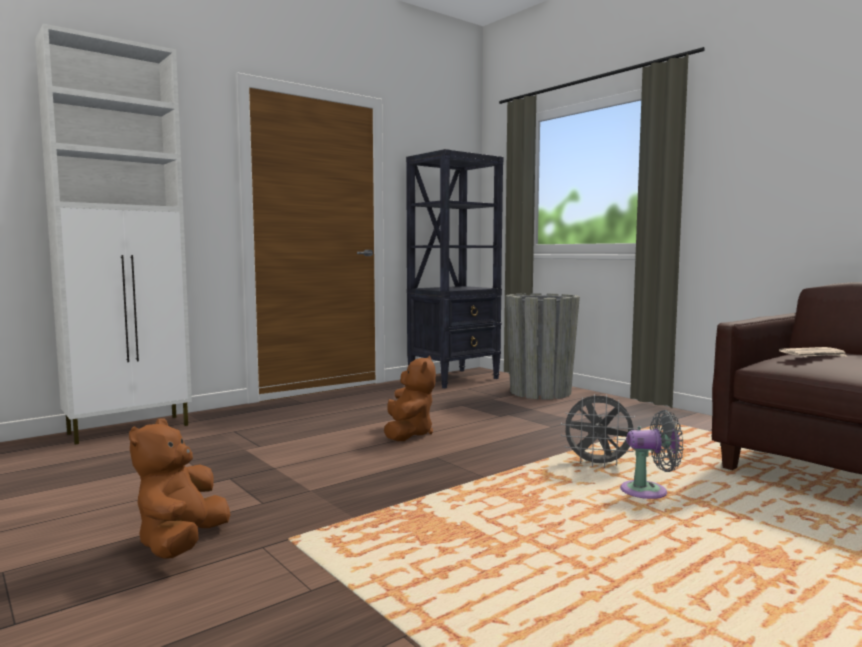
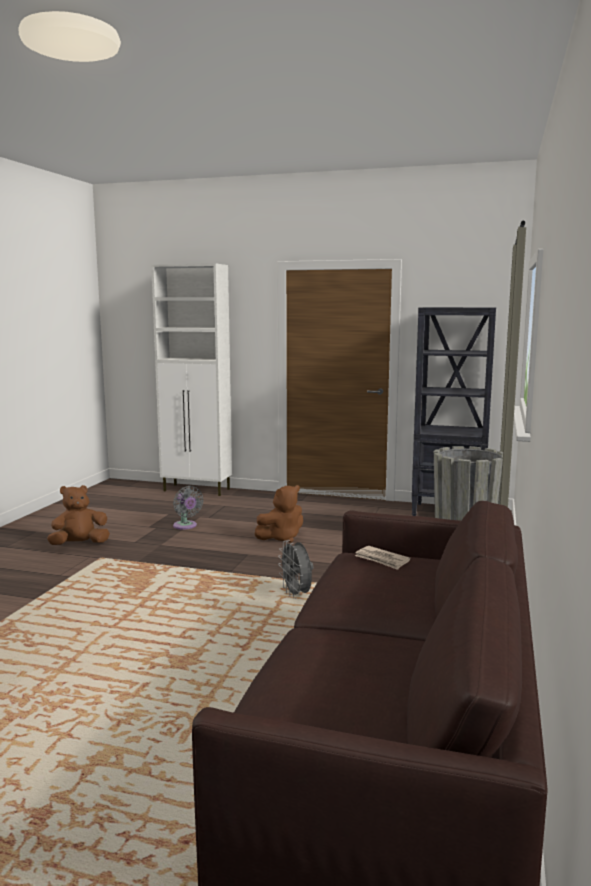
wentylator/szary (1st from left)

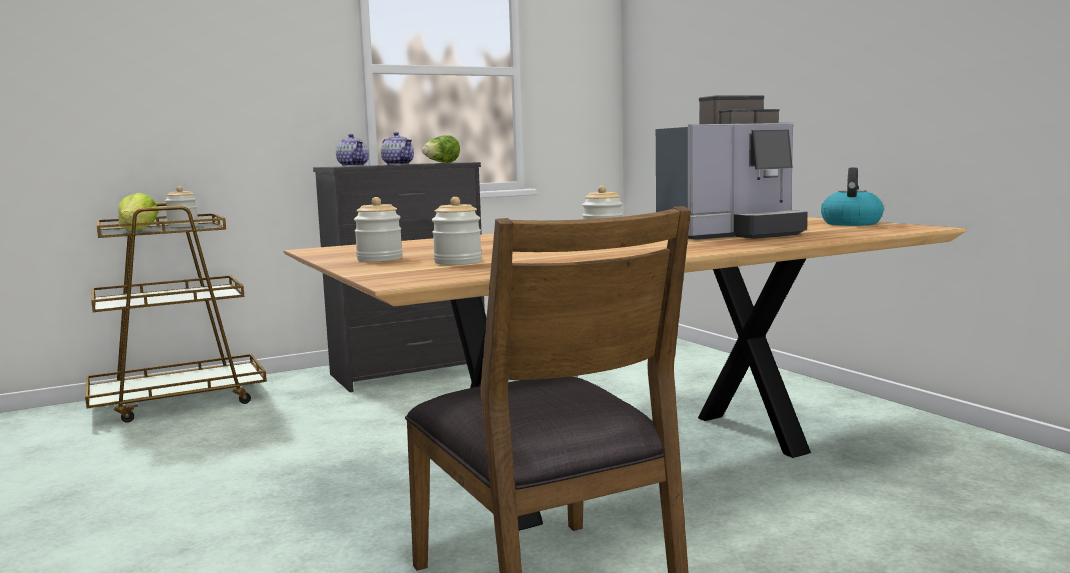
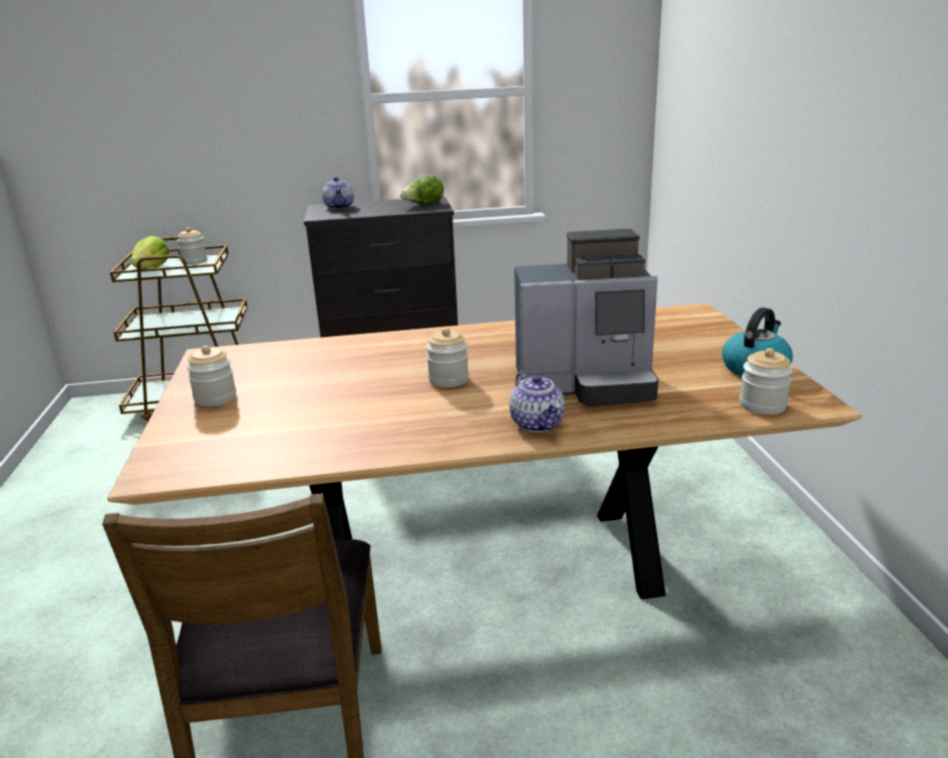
imbryk (2nd from left); słoik (4th from left)

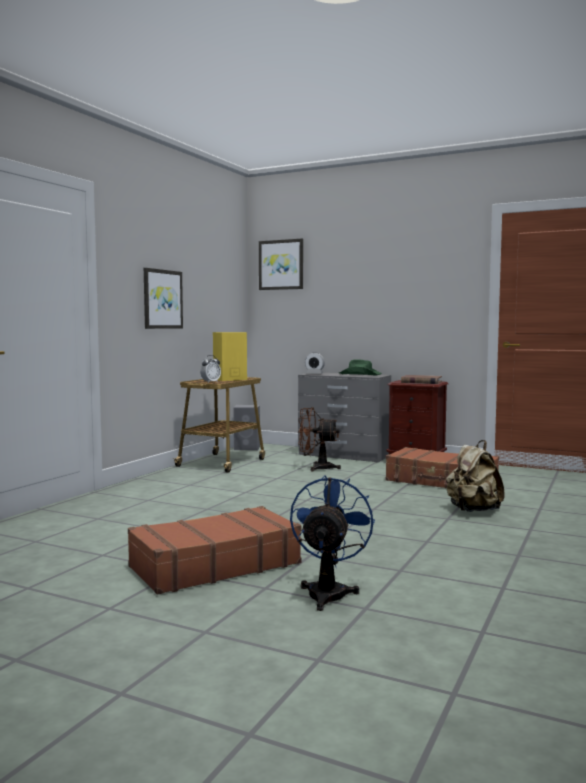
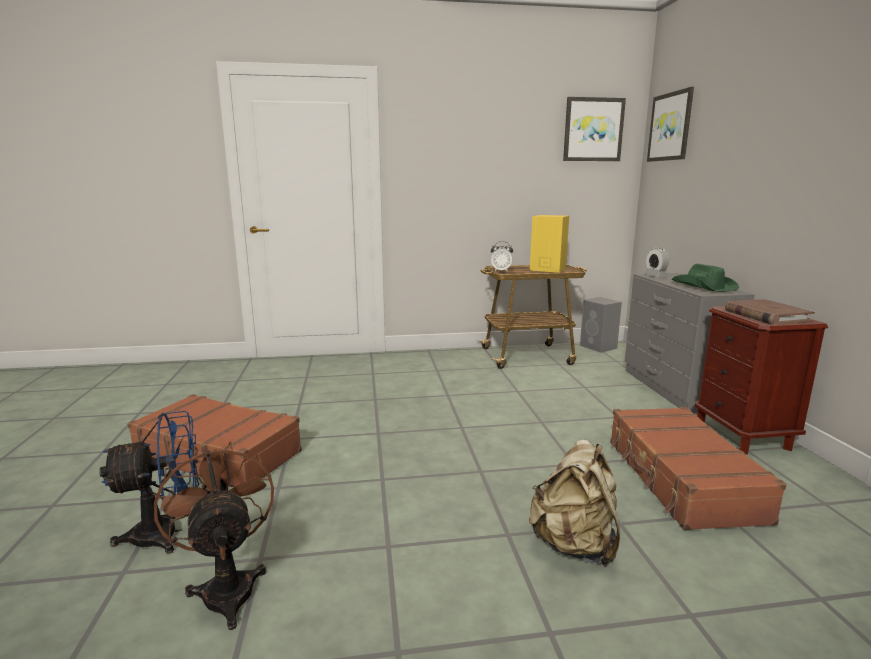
obraz (1st from left); wentylator/brązowy

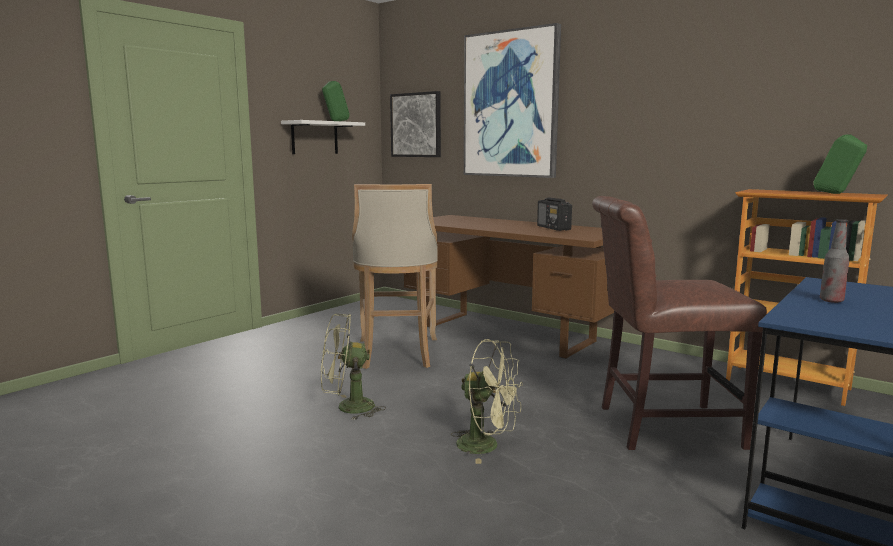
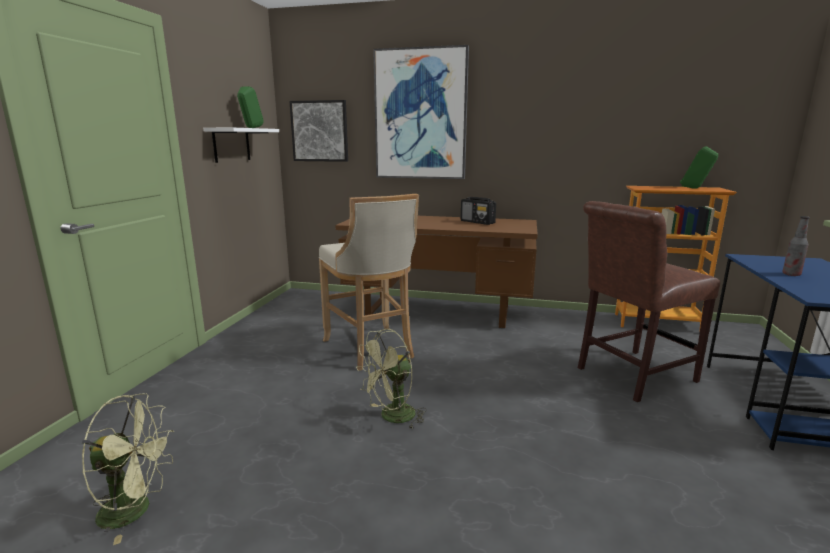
wentylator/zielony (1st from left)

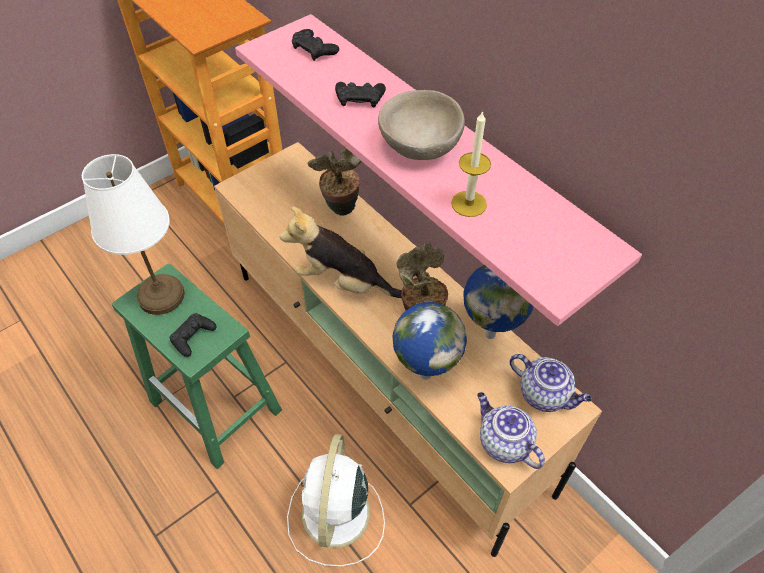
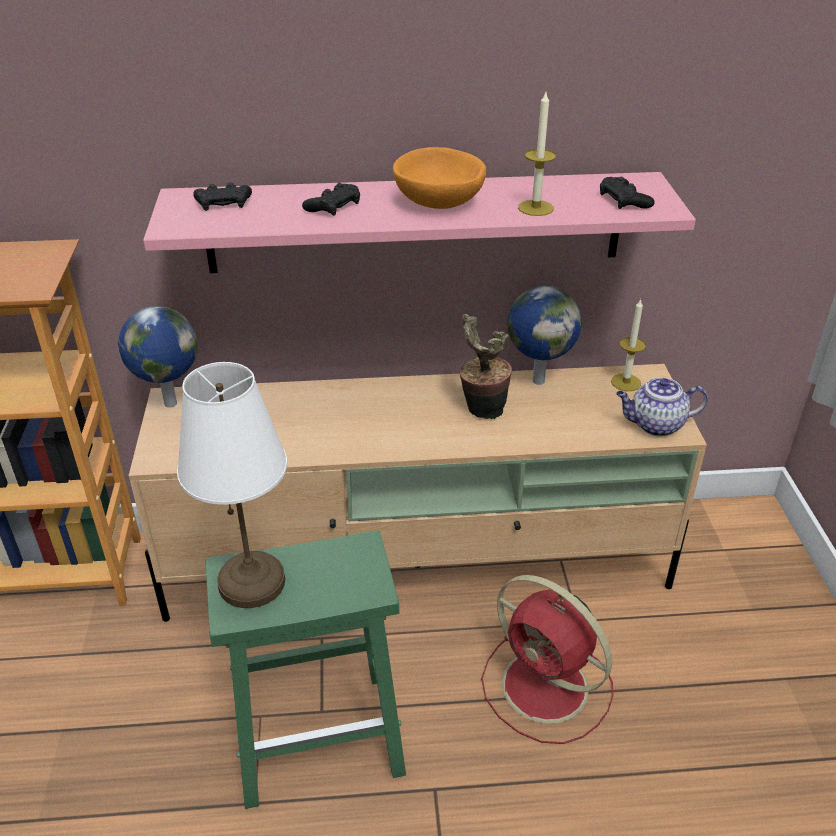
pluszak; roślina doniczkowa (1st from left in the first image); pad do gier/czarny (3rd from left); globus (1st from left); świeca (2nd from left); wentylator/czerwony; miska/pomarańczowy

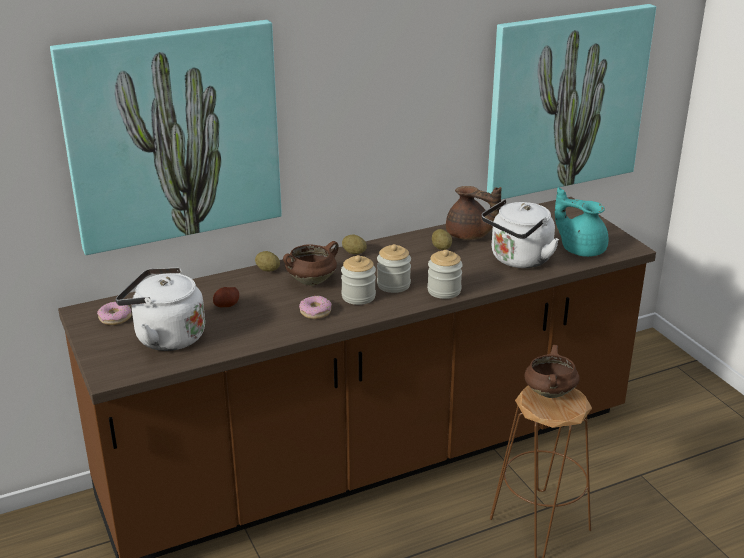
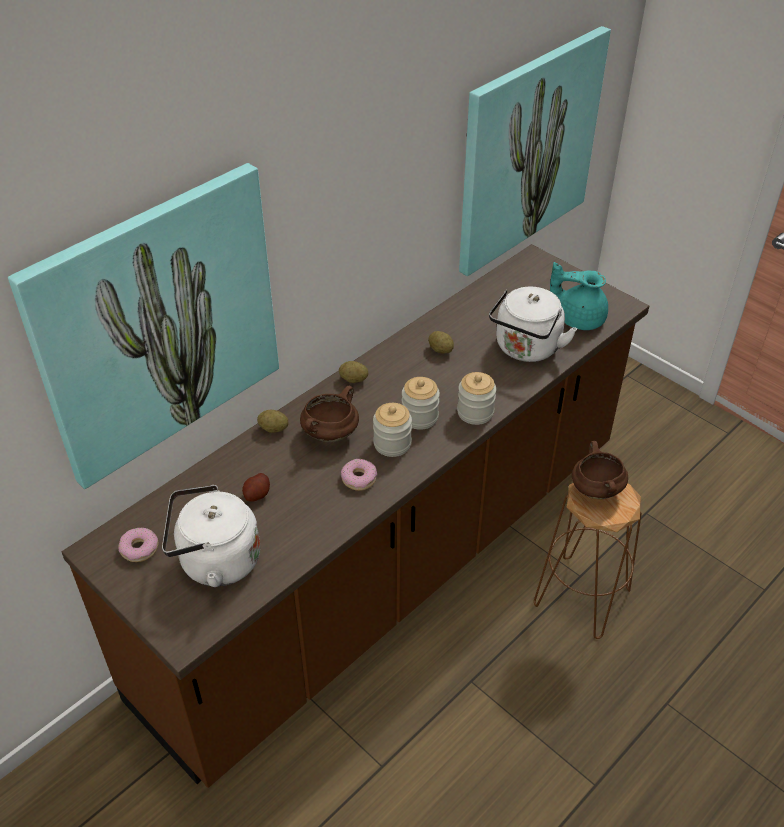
imbryk/brązowy

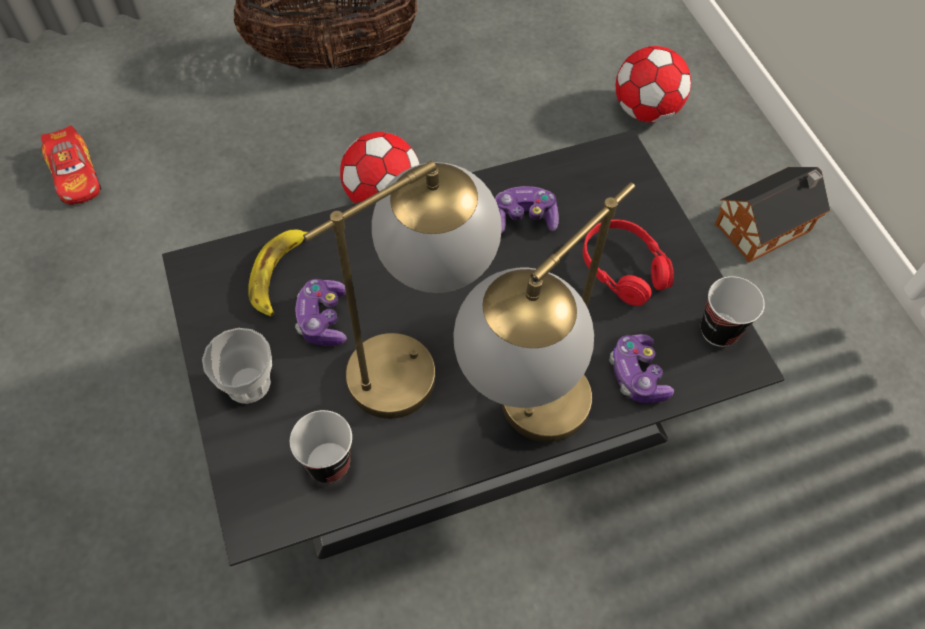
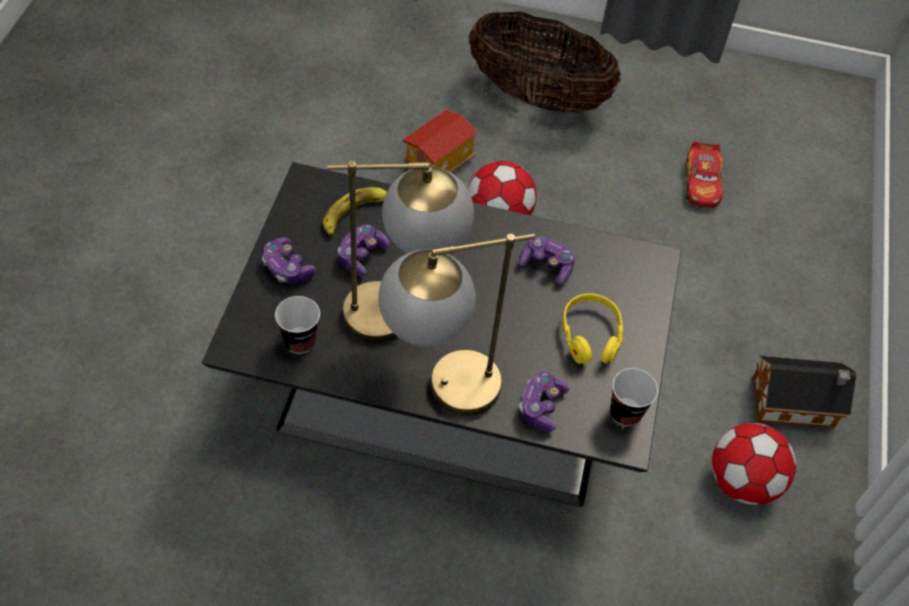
domek (1st from left); samochodzik; piłka futbolowa (2nd from left); pad do gier (1st from left); słuchawki/żółty

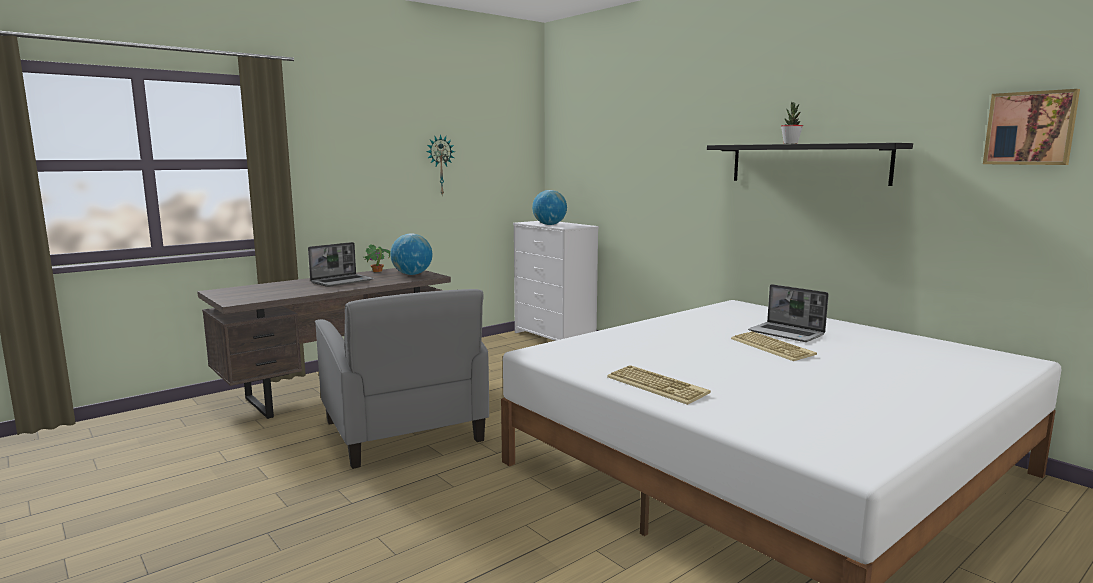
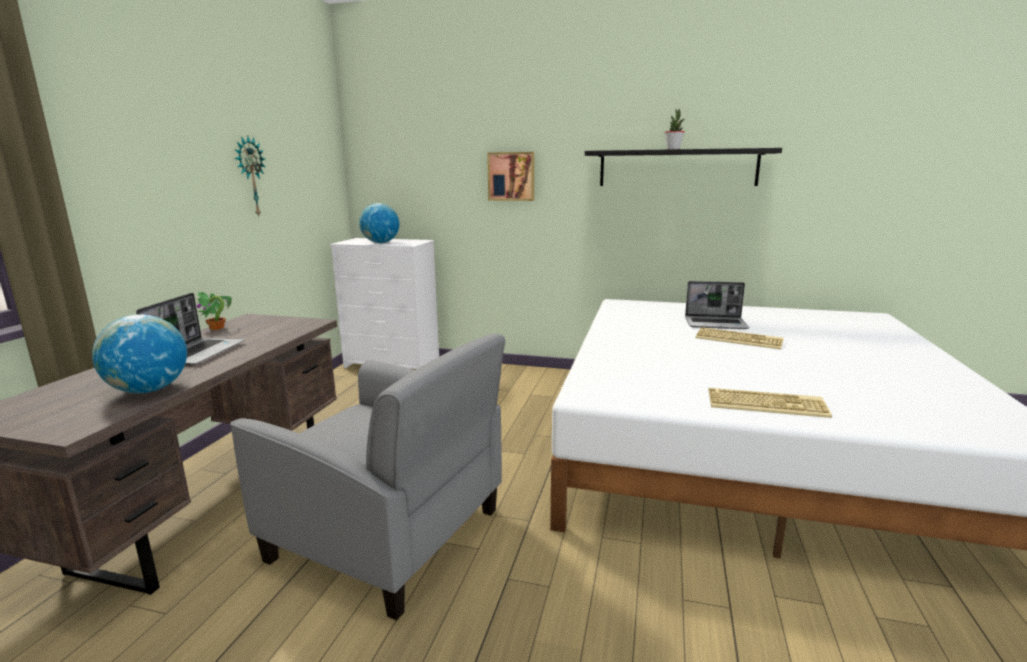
globus (1st from left); obraz

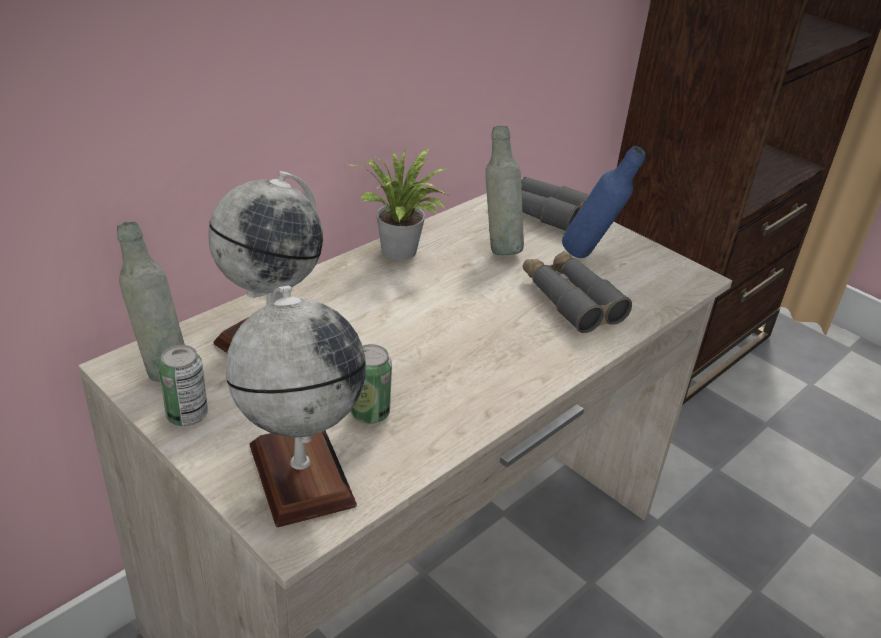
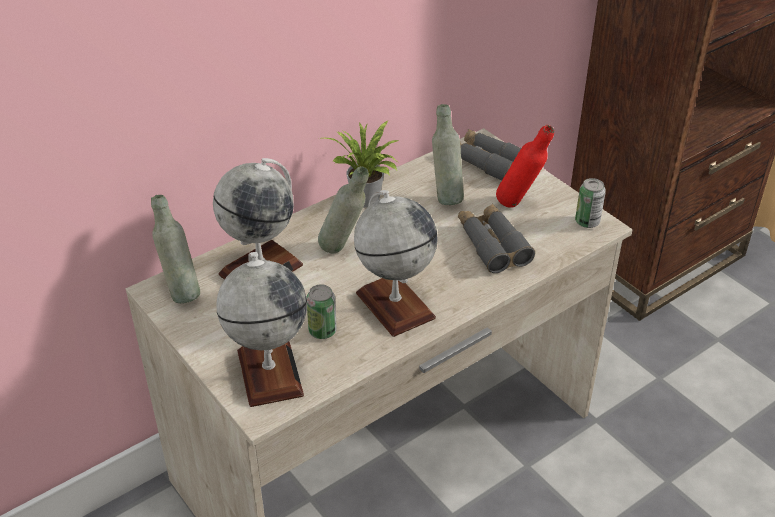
butelka/szary (2nd from left); globus (3rd from left); puszka (2nd from left); butelka/czerwony

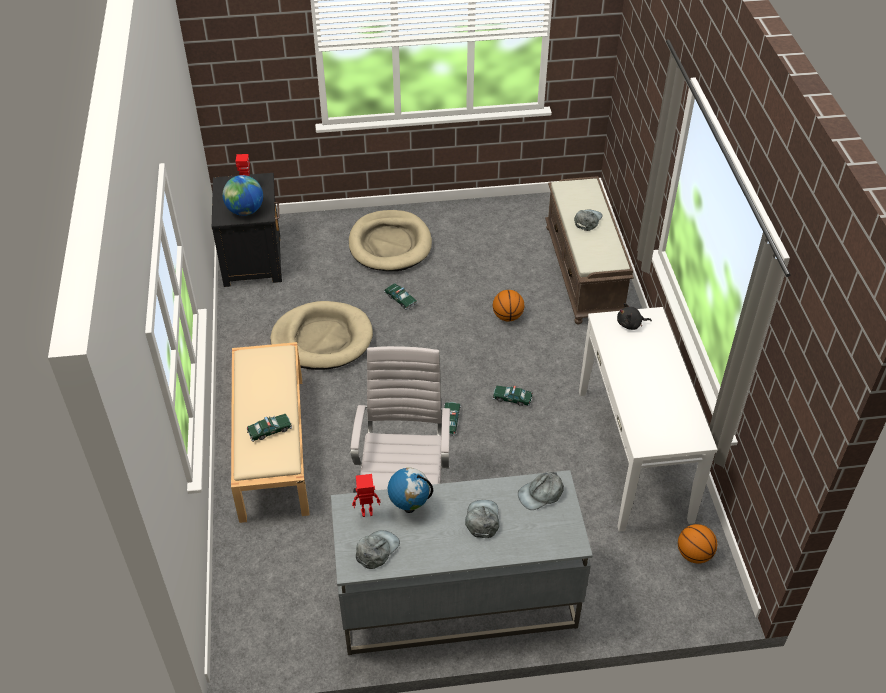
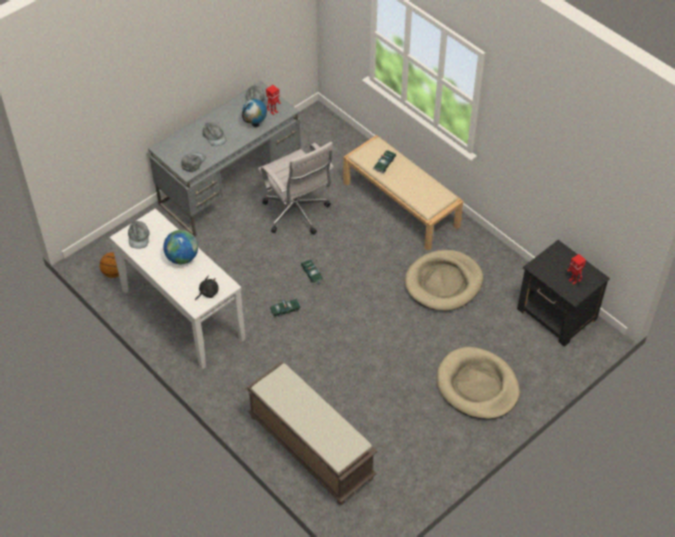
samochodzik (2nd from left in the first image); piłka do koszykówki (1st from left in the first image); globus (1st from left); czapka z daszkiem/szary (1st from left)

